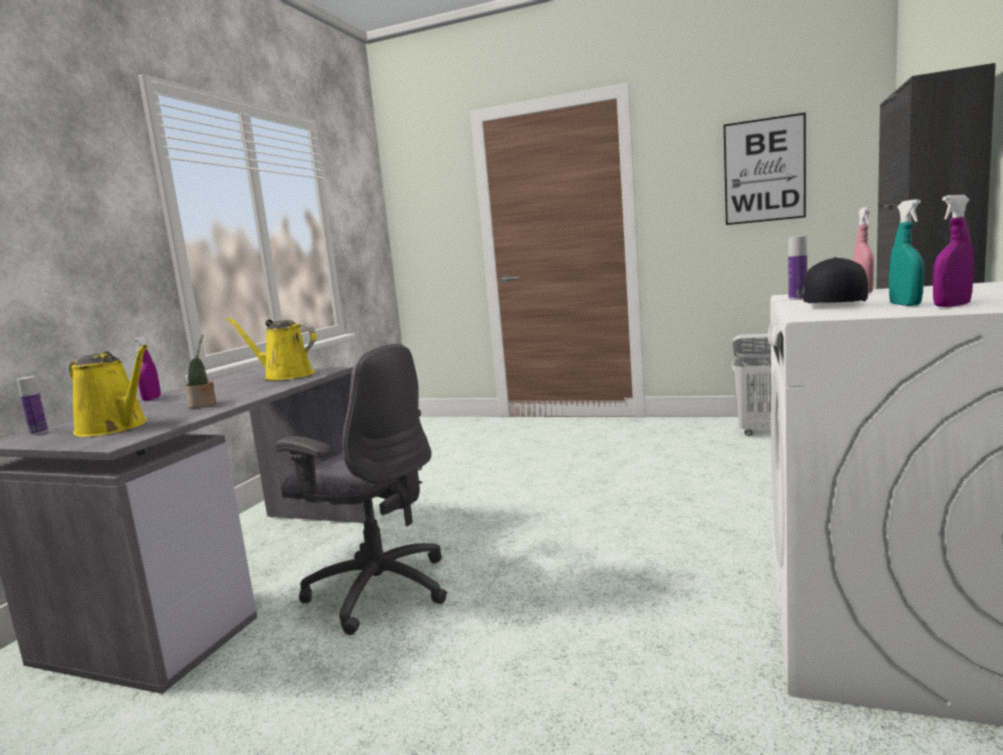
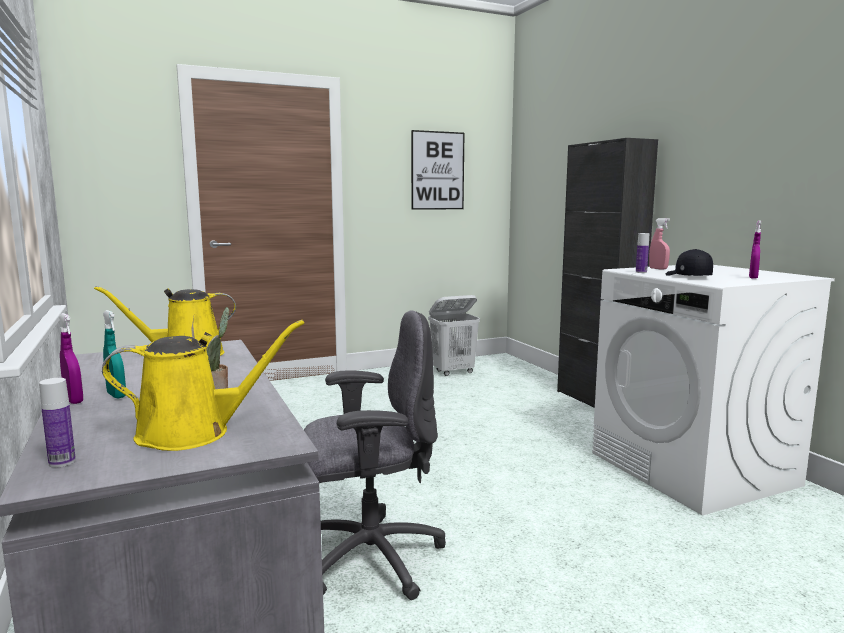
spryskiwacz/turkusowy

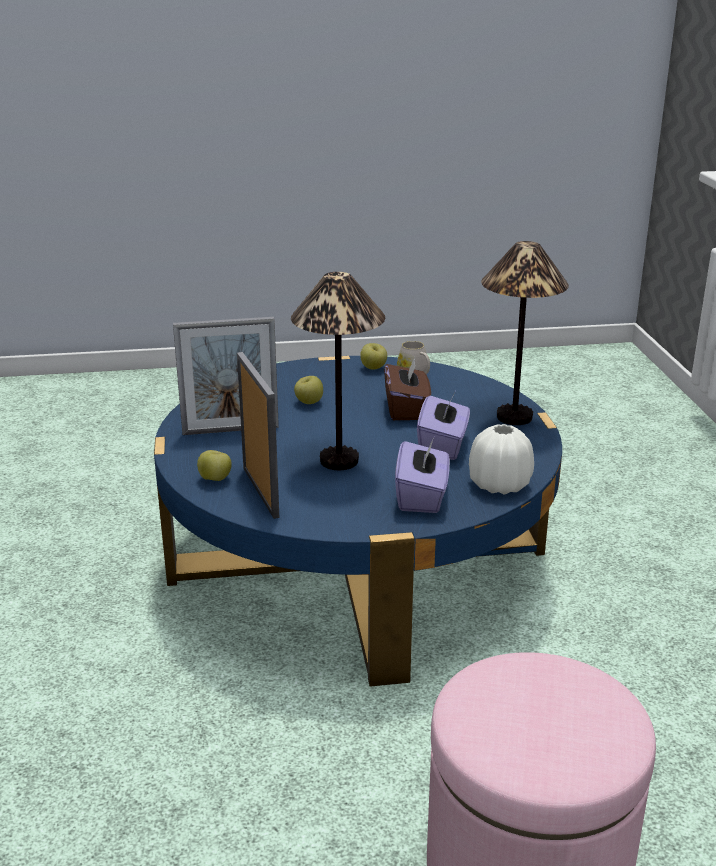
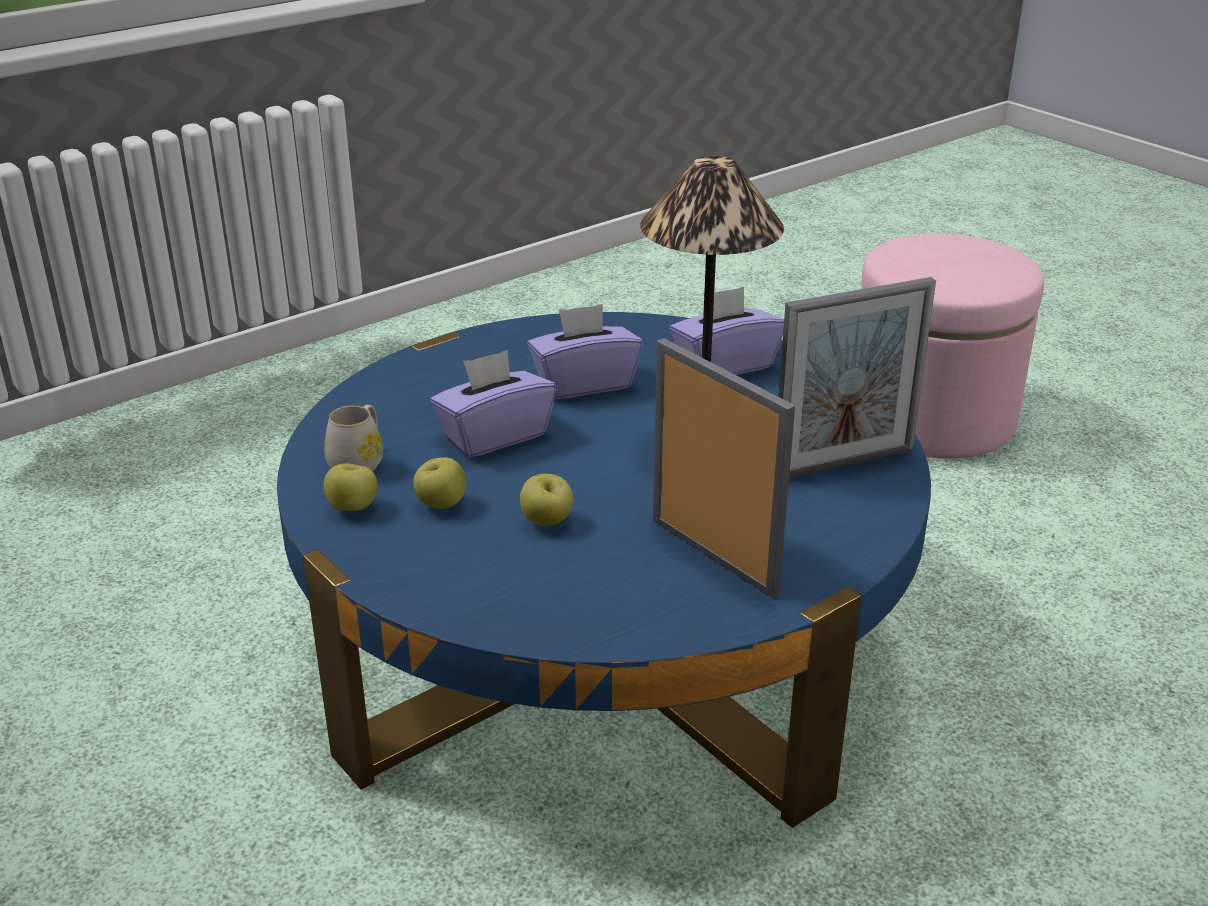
wazon/biały; lampa stołowa (2nd from left in the first image); jabłko (2nd from left); pudełko chusteczek/fioletowy (1st from left); ramka na zdjęcie (2nd from left)

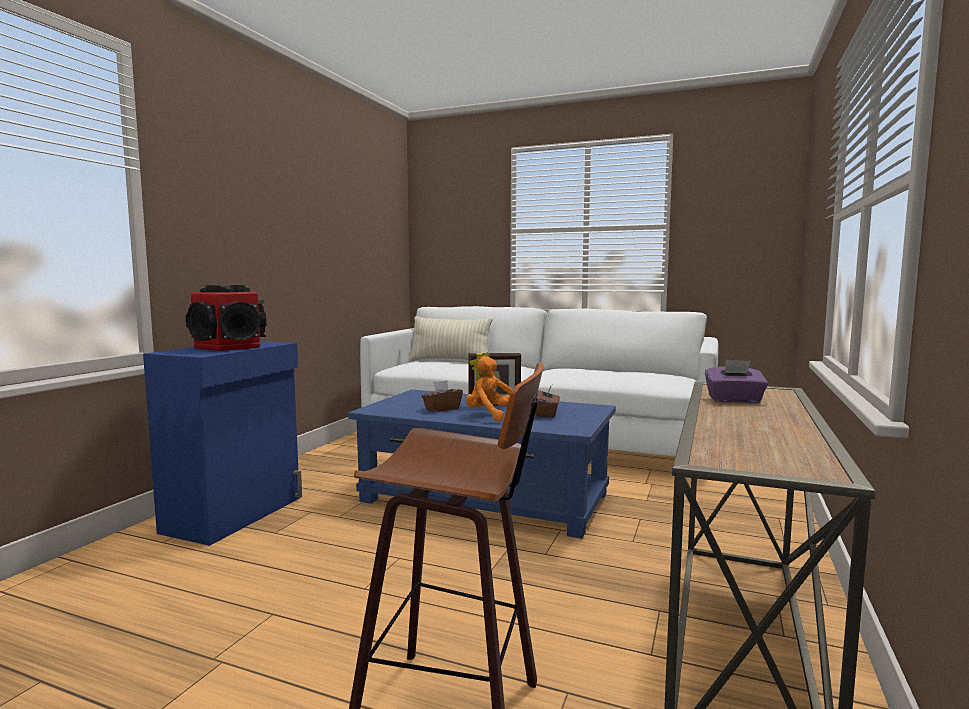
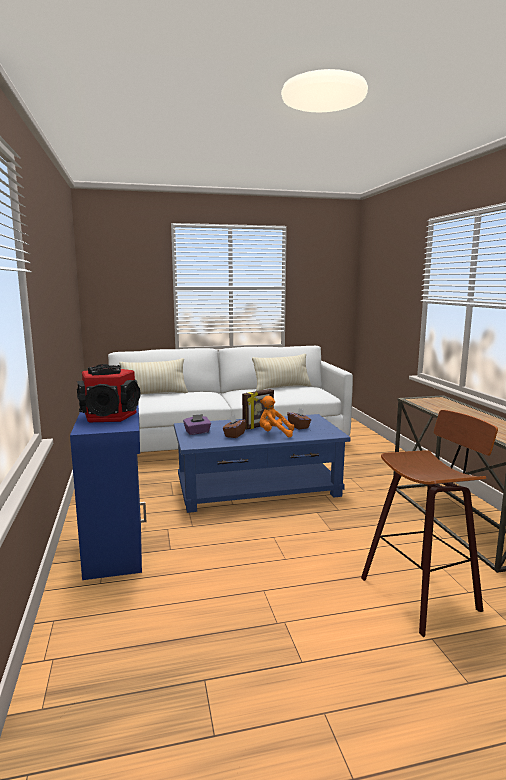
poduszka/beżowy (2nd from left); pudełko chusteczek/fioletowy

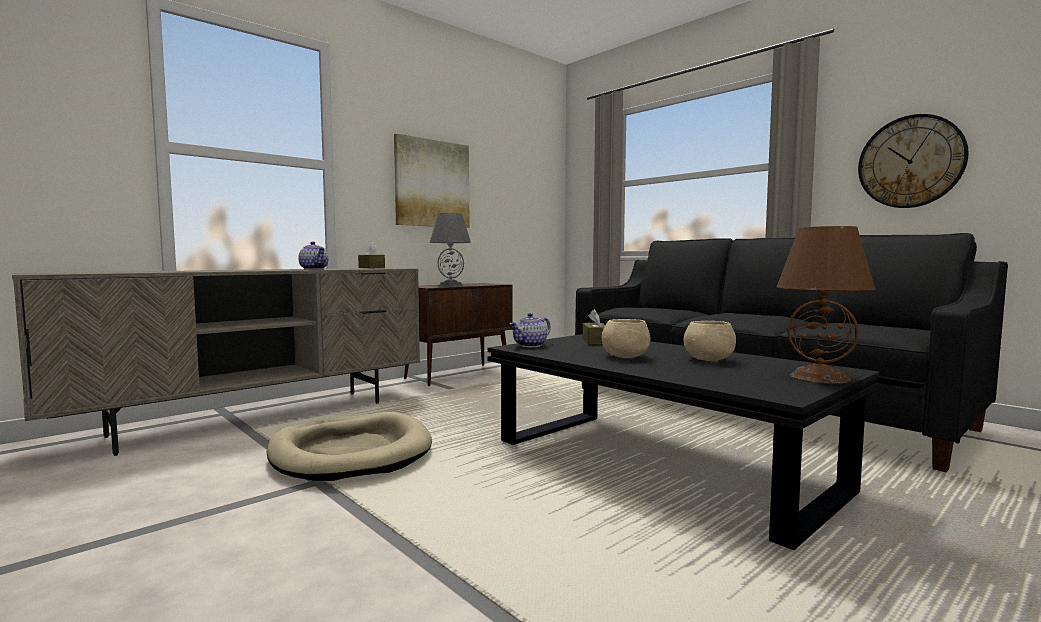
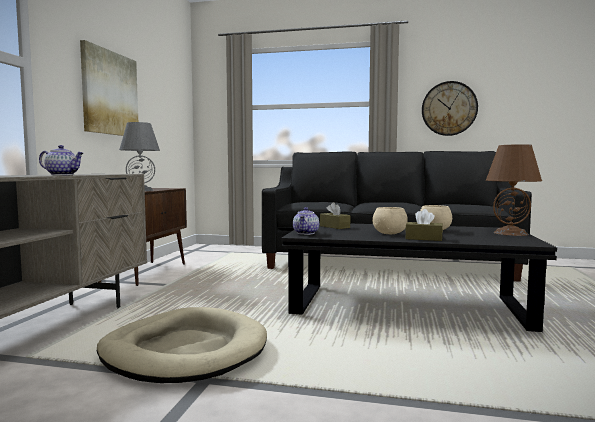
pudełko chusteczek/brązowy (2nd from left)

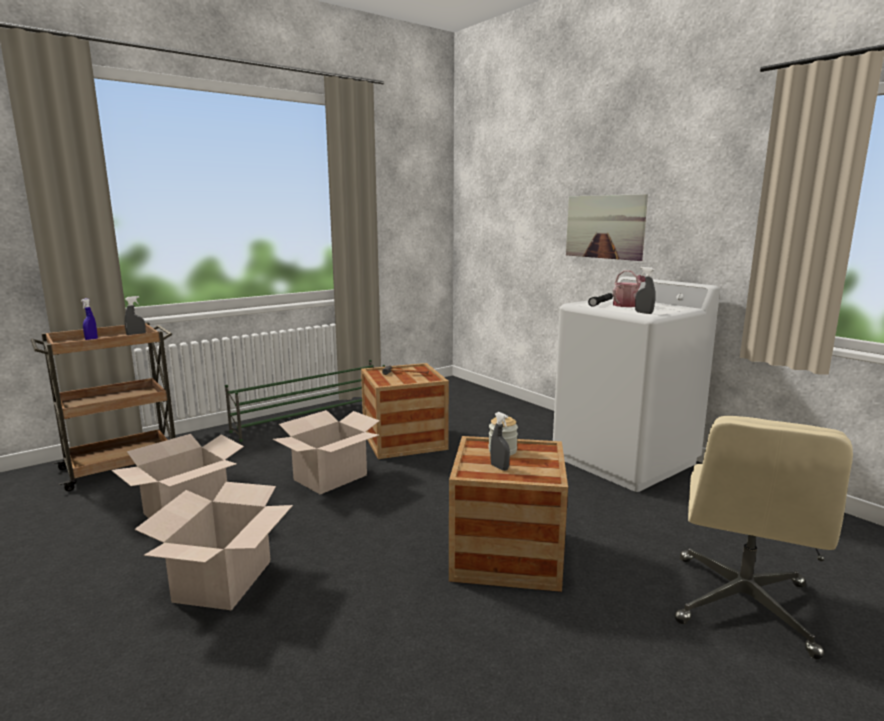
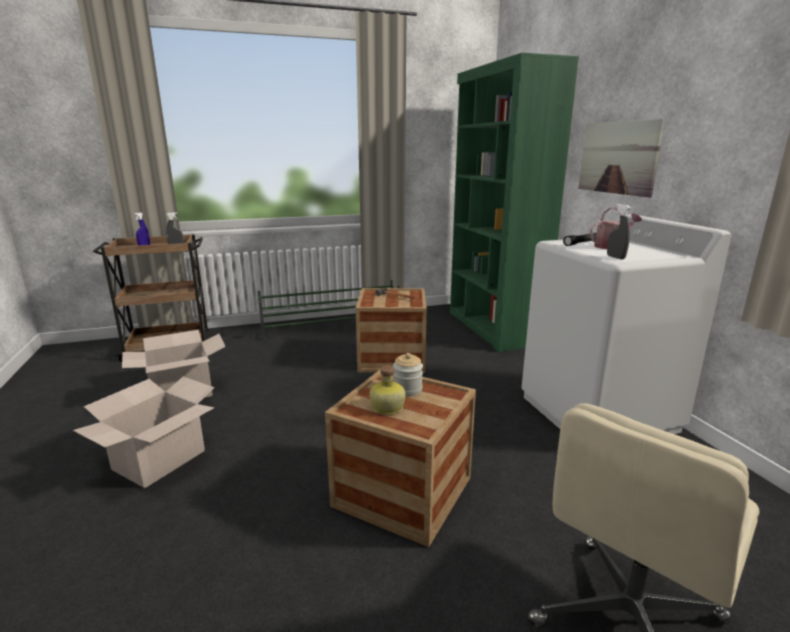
karton (3rd from left in the first image); regał/zielony; butelka

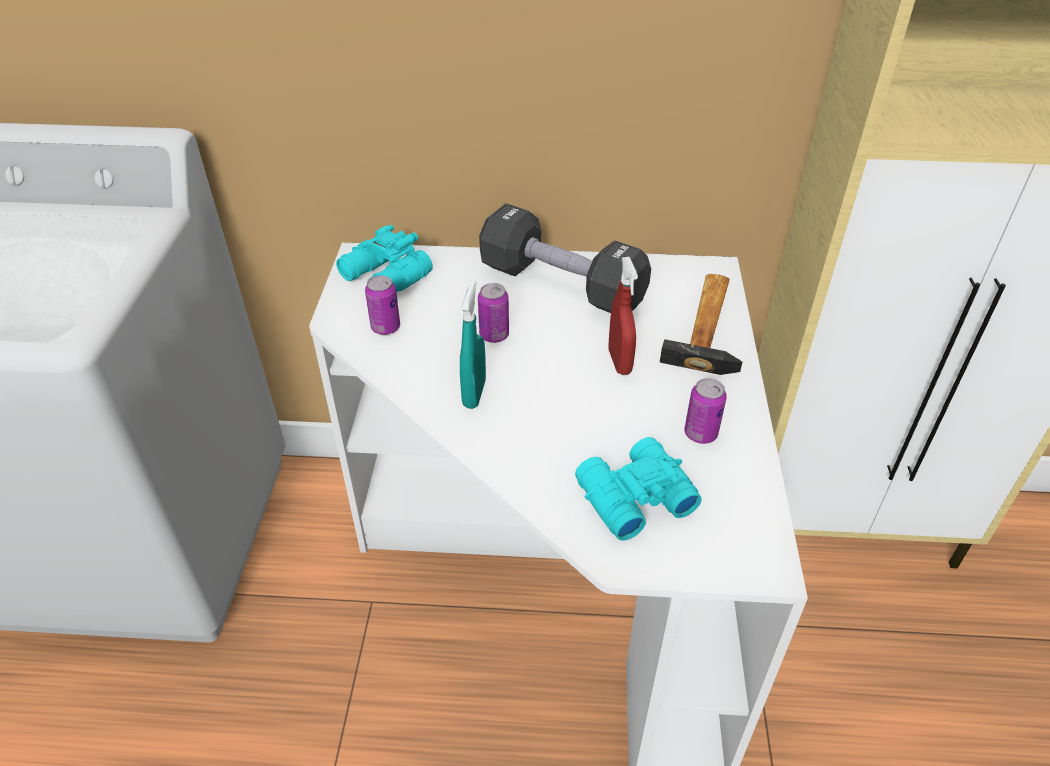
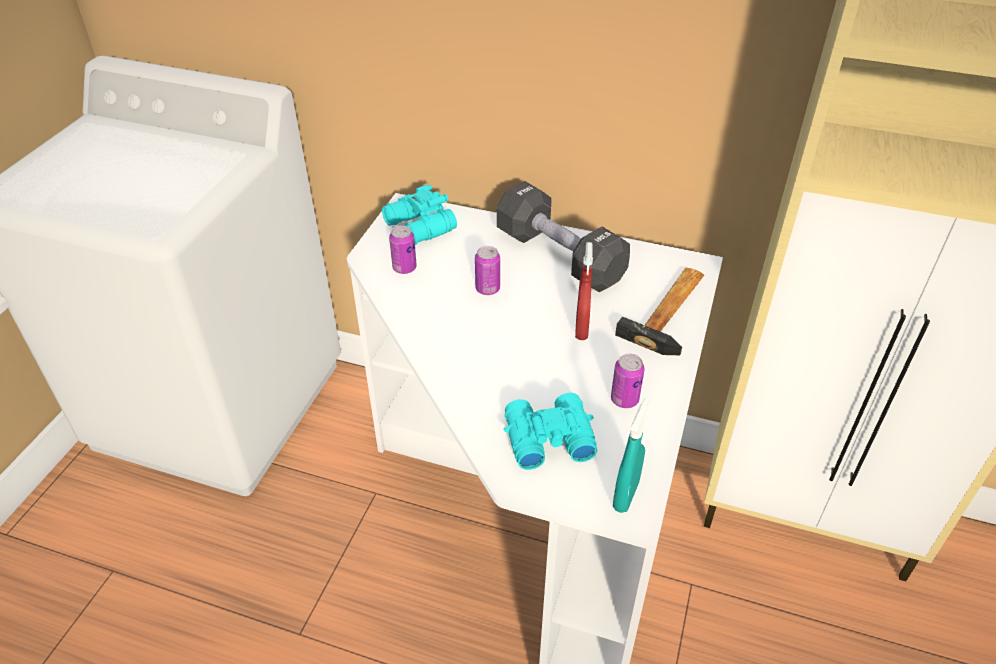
spryskiwacz/turkusowy

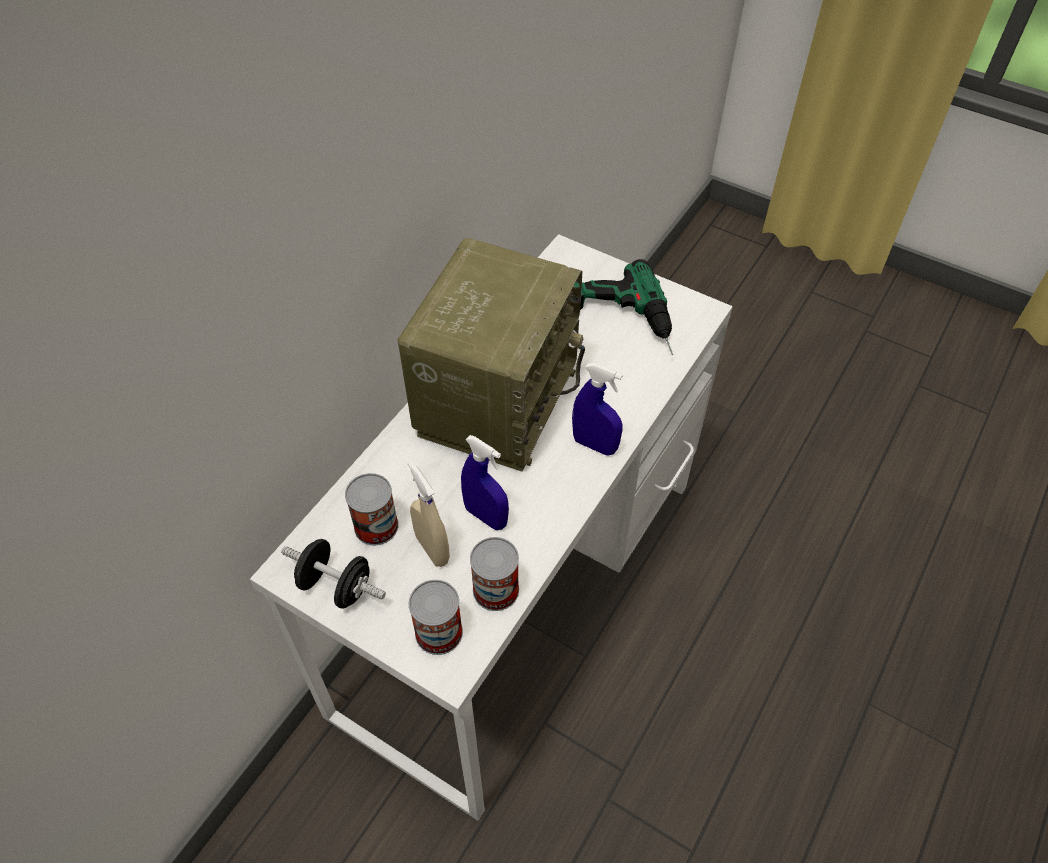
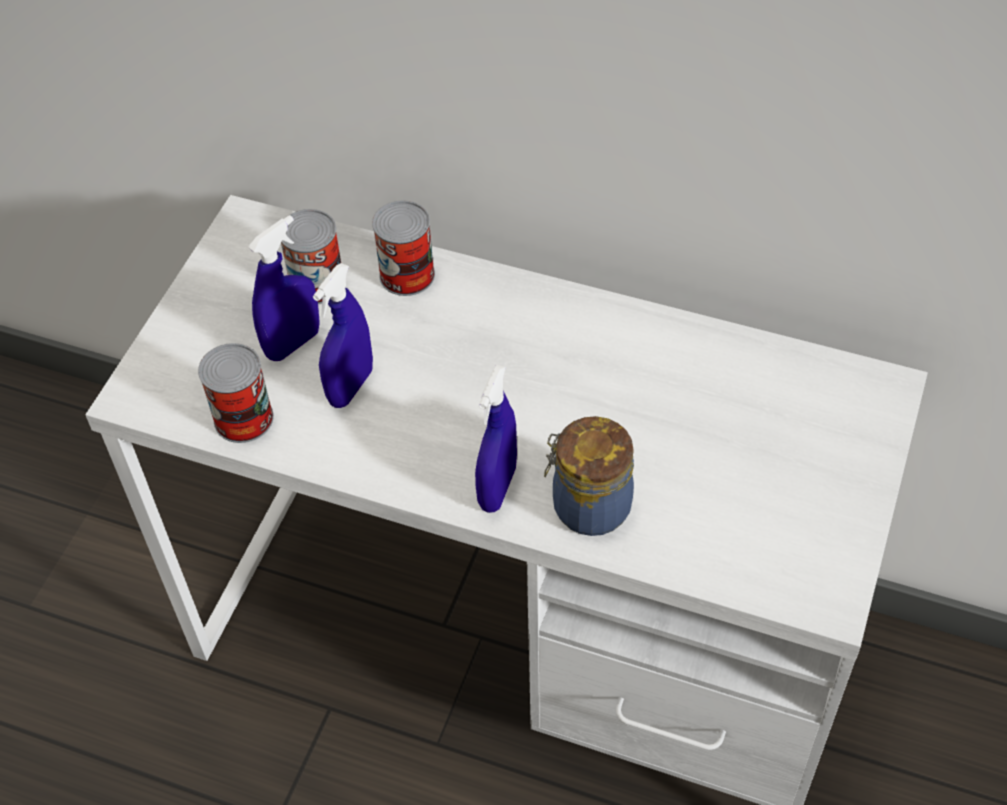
hantel/czarny; radio; wiertarka; słoik; puszka (3rd from left); spryskiwacz/niebieski (1st from left)

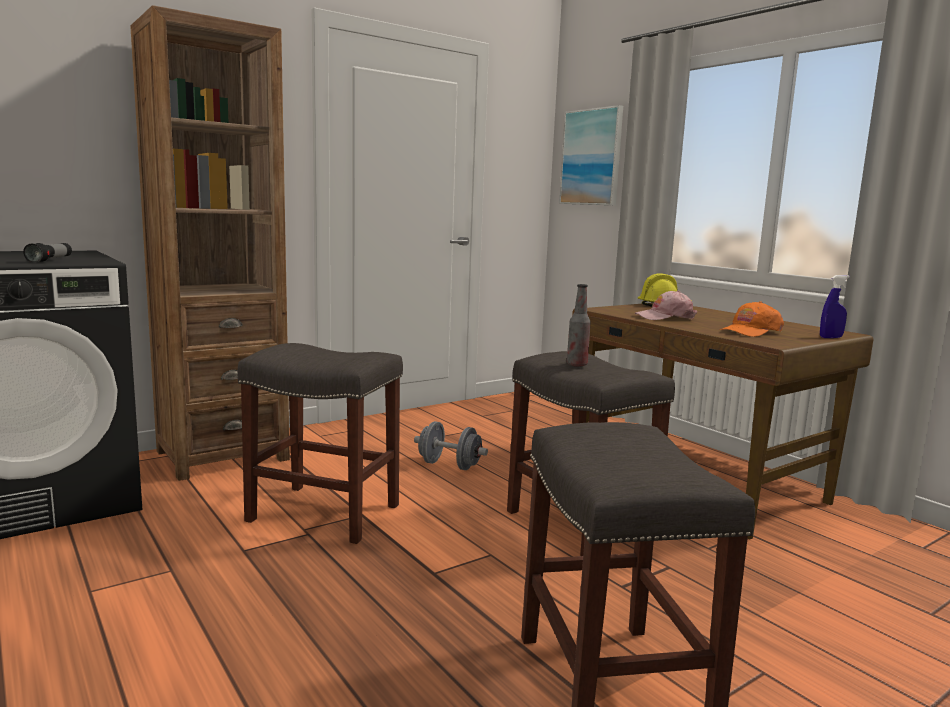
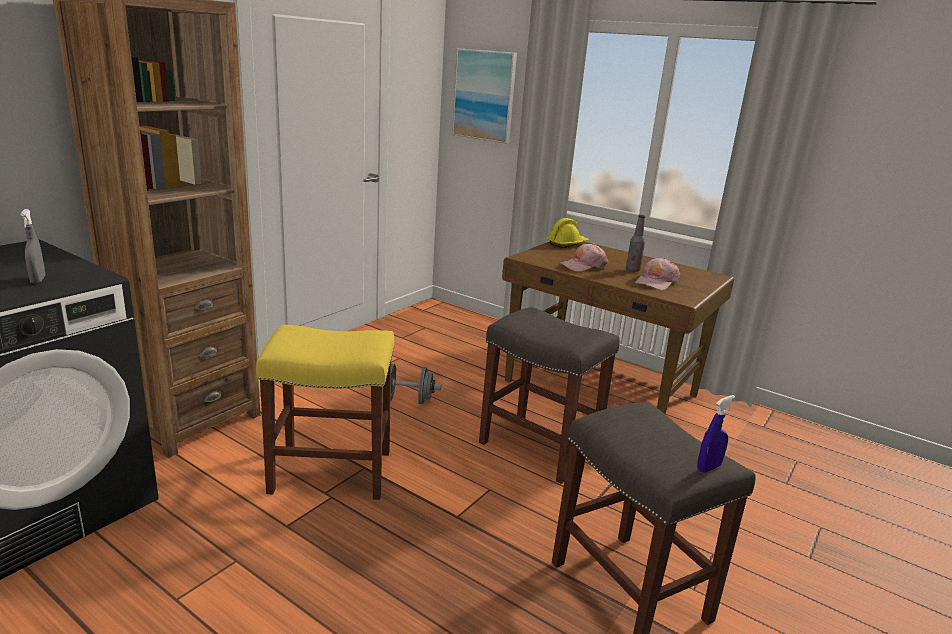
butelka; spryskiwacz/niebieski; spryskiwacz/szary; stołek/żółty; czapka z daszkiem/różowy (2nd from left)

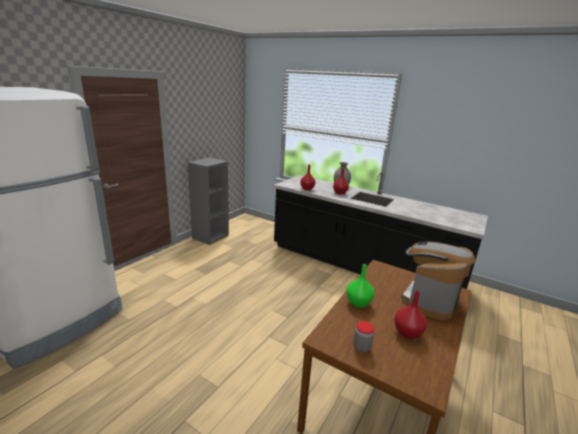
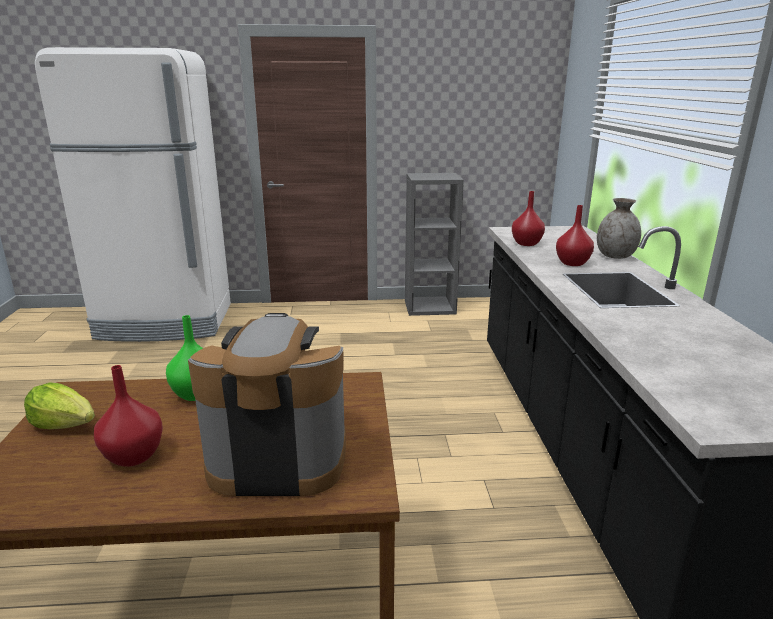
sałata

